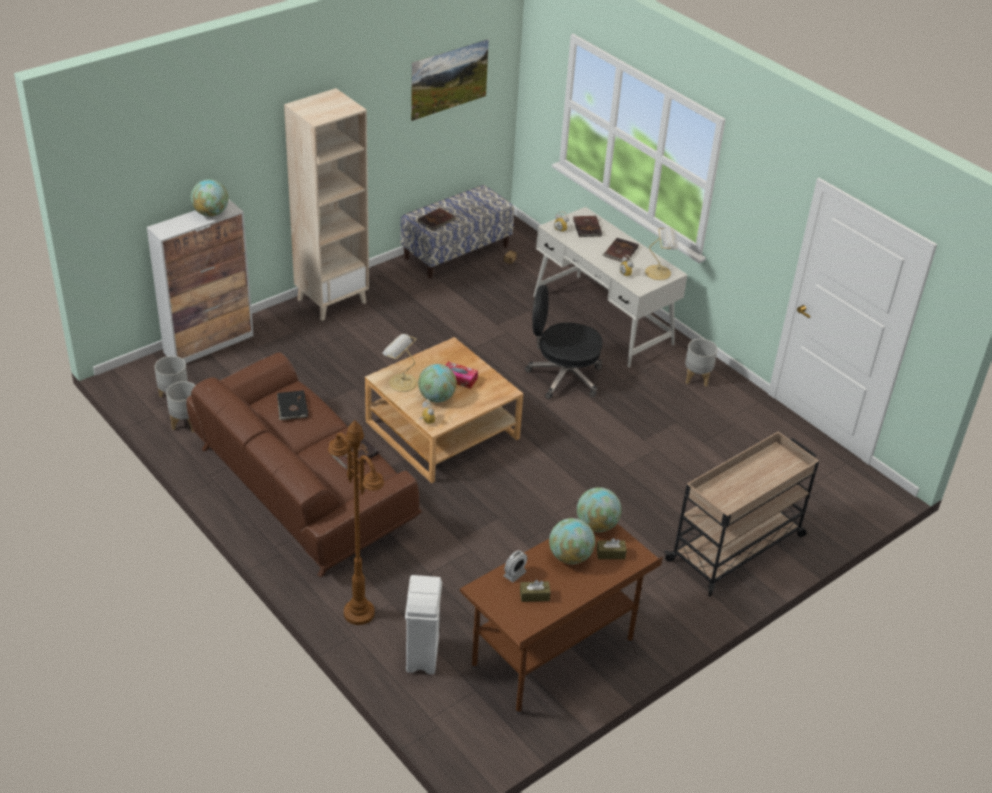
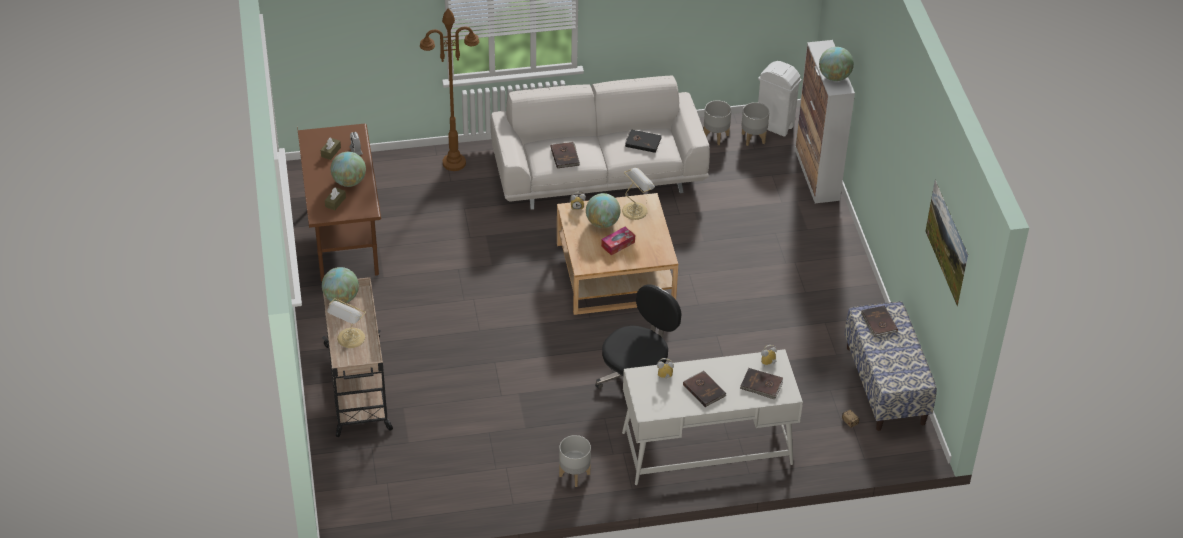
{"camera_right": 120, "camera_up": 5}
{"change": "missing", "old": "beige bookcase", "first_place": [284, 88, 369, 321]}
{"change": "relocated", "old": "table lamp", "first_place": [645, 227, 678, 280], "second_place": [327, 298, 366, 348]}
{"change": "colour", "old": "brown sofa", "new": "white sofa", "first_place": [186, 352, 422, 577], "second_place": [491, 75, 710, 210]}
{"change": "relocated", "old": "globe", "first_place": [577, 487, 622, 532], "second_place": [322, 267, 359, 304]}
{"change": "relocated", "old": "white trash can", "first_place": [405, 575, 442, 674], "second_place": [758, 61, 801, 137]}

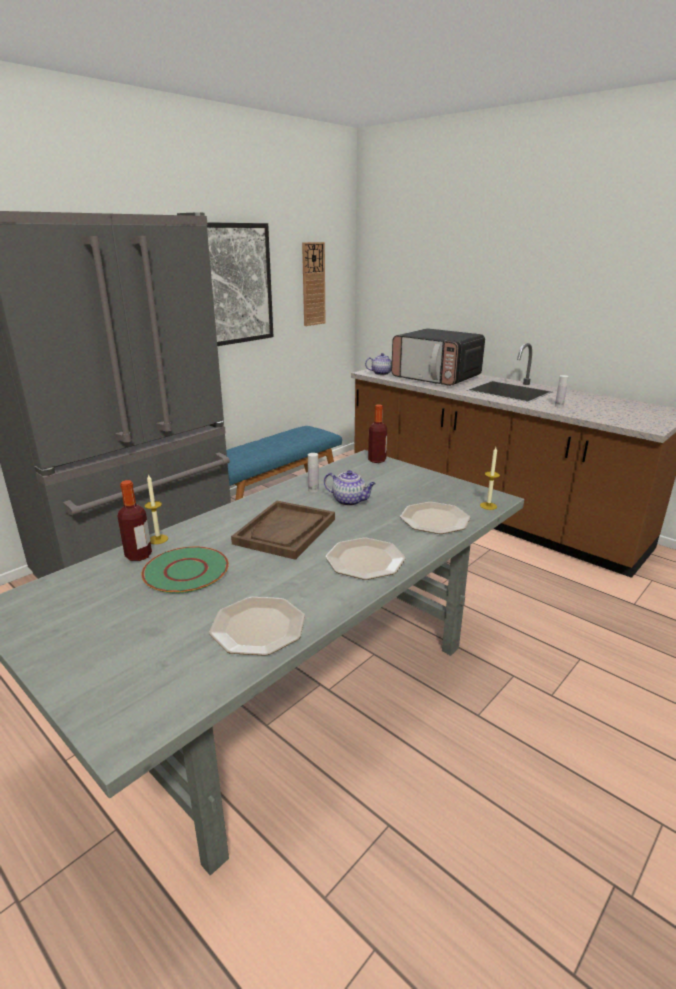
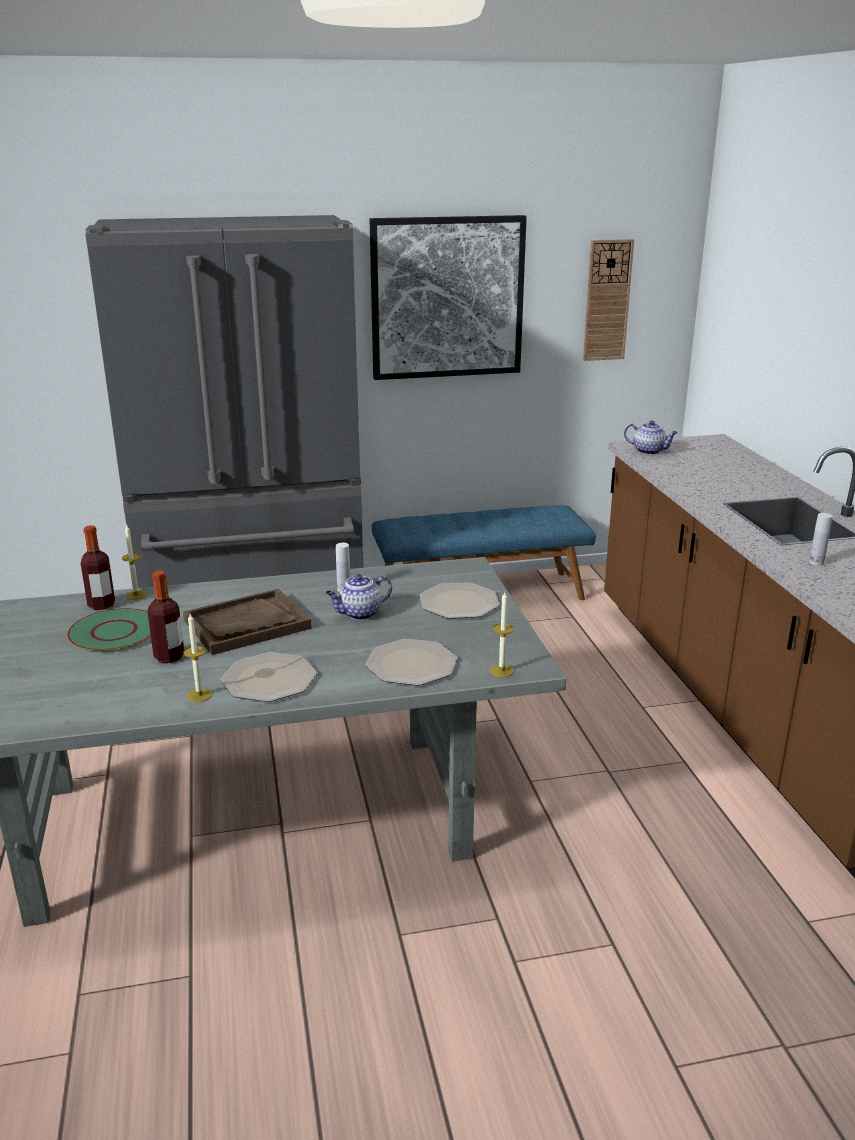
{"camera_right": 35, "camera_up": 0}
{"change": "missing", "old": "microwave", "first_place": [391, 328, 485, 386]}
{"change": "relocated", "old": "bottle", "first_place": [368, 404, 387, 463], "second_place": [147, 570, 184, 663]}
{"change": "spun", "old": "teapot", "first_place": [324, 470, 376, 506], "second_place": [326, 574, 392, 620], "degrees": 90}
{"change": "relocated", "old": "plate", "first_place": [209, 597, 305, 656], "second_place": [420, 582, 499, 619]}
{"change": "appeared", "new": "candle", "second_place": [184, 614, 212, 702]}

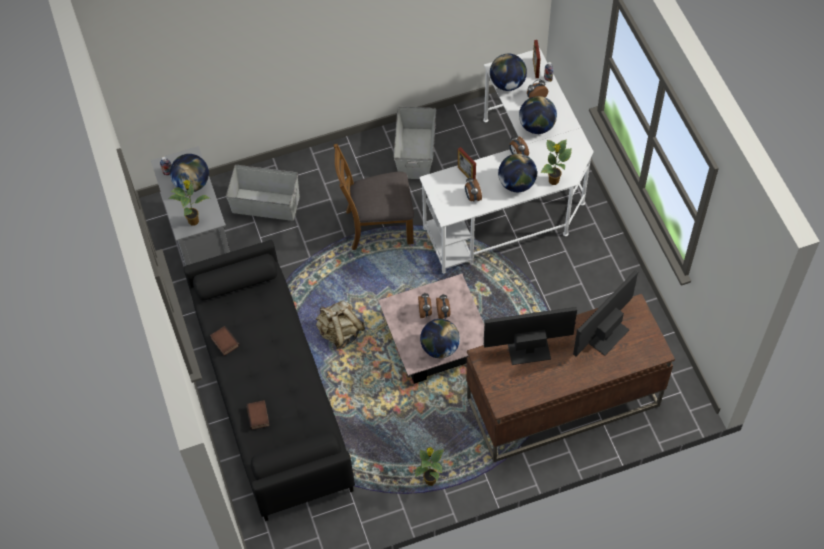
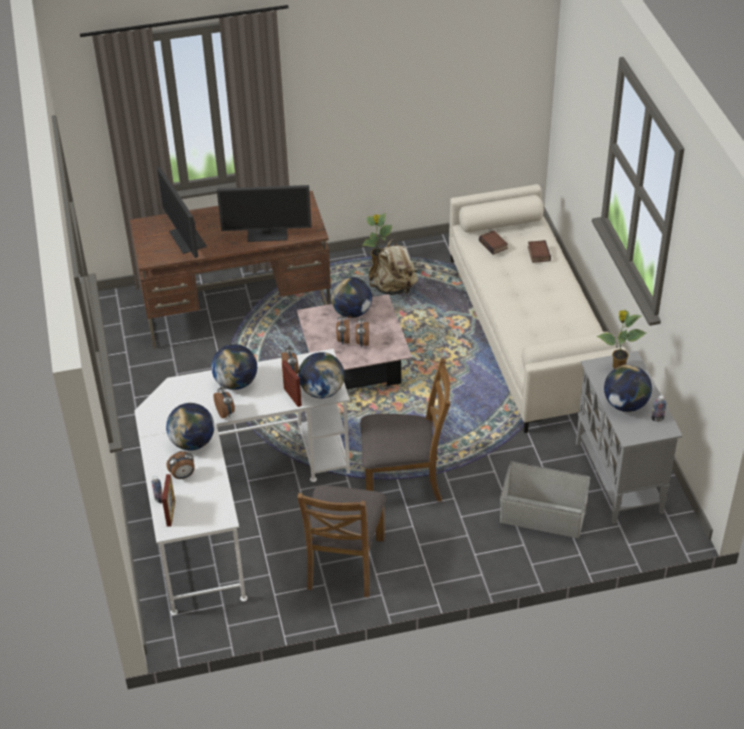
{"camera_right": -175, "camera_up": -15}
{"change": "relocated", "old": "globe", "first_place": [490, 54, 527, 91], "second_place": [298, 352, 345, 398]}
{"change": "exchanged", "old": "grey storage box", "new": "brown chair", "first_place": [393, 107, 436, 179], "second_place": [297, 485, 386, 597]}
{"change": "missing", "old": "potted plant", "first_place": [540, 139, 572, 185]}
{"change": "colour", "old": "black sofa", "new": "beige sofa", "first_place": [184, 240, 355, 521], "second_place": [449, 184, 628, 433]}
{"change": "spun", "old": "monitor", "first_place": [573, 270, 638, 356], "second_place": [157, 167, 207, 258], "degrees": 105}
{"change": "relocated", "old": "beige backpack", "first_place": [316, 301, 365, 349], "second_place": [369, 239, 418, 295]}
{"change": "relocated", "old": "book", "first_place": [210, 326, 240, 356], "second_place": [479, 231, 508, 255]}

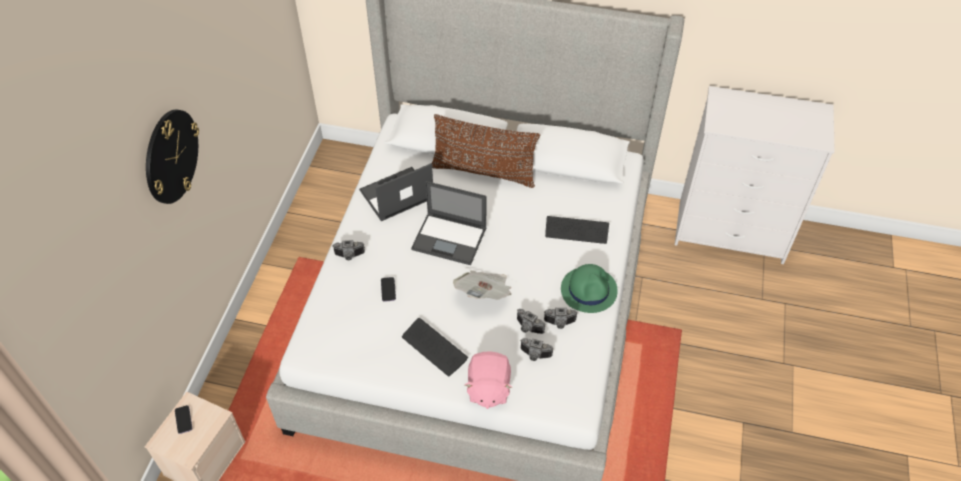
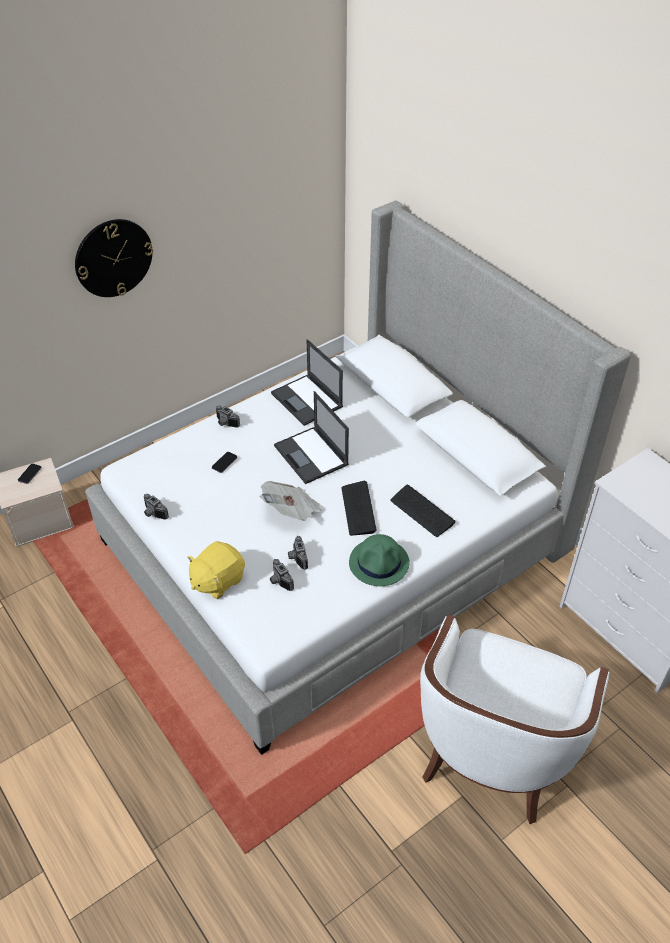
{"camera_right": 40, "camera_up": -5}
{"change": "missing", "old": "brown pillow", "first_place": [432, 114, 540, 188]}
{"change": "spun", "old": "laptop", "first_place": [359, 163, 433, 221], "second_place": [271, 339, 343, 426], "degrees": -135}
{"change": "relocated", "old": "photo camera", "first_place": [544, 308, 577, 329], "second_place": [144, 494, 169, 520]}
{"change": "relocated", "old": "keyboard", "first_place": [402, 318, 468, 376], "second_place": [342, 481, 377, 536]}
{"change": "colour", "old": "pink plush toy", "new": "yellow plush toy", "first_place": [465, 352, 512, 409], "second_place": [187, 541, 245, 599]}
{"change": "appeared", "new": "white armchair", "second_place": [420, 614, 609, 824]}

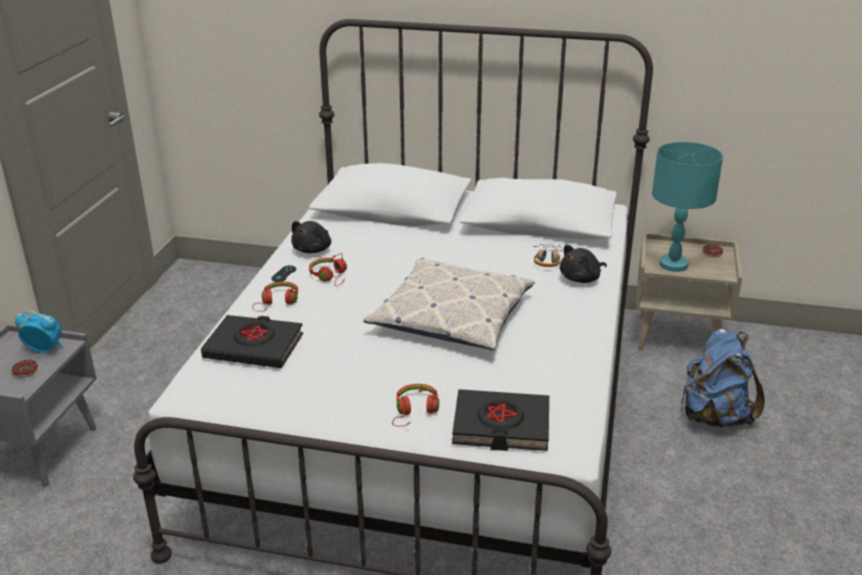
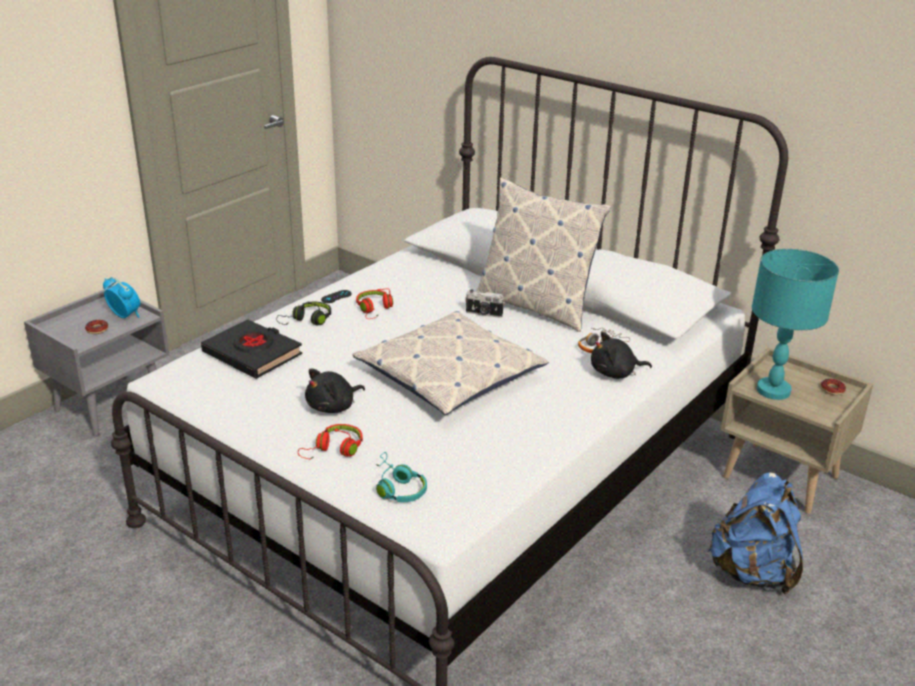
{"camera_right": 25, "camera_up": 0}
{"change": "relocated", "old": "black plush toy", "first_place": [291, 221, 331, 253], "second_place": [305, 368, 365, 413]}
{"change": "colour", "old": "red headphones", "new": "black headphones", "first_place": [252, 282, 298, 312], "second_place": [276, 301, 331, 326]}
{"change": "exchanged", "old": "black book", "new": "turquoise headphones", "first_place": [452, 389, 549, 451], "second_place": [376, 452, 427, 502]}
{"change": "appeared", "new": "pillow", "second_place": [476, 177, 611, 332]}
{"change": "appeared", "new": "photo camera", "second_place": [465, 290, 505, 318]}

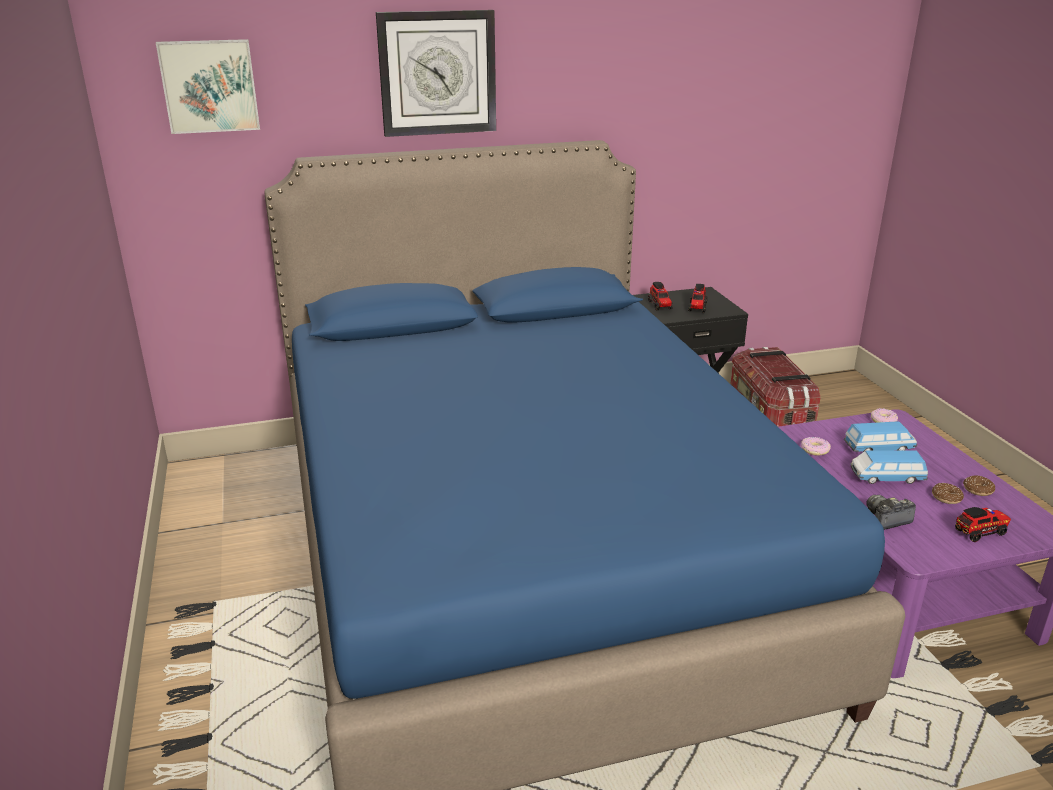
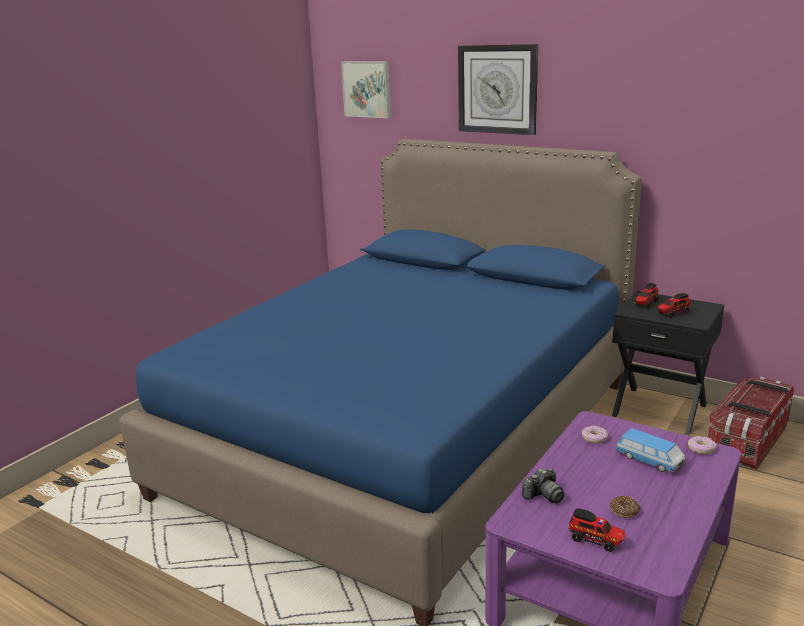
{"camera_right": 50, "camera_up": -5}
{"change": "missing", "old": "toy car", "first_place": [850, 450, 928, 484]}
{"change": "missing", "old": "donut", "first_place": [963, 475, 995, 496]}
{"change": "spun", "old": "photo camera", "first_place": [866, 495, 916, 530], "second_place": [522, 468, 565, 503], "degrees": 120}

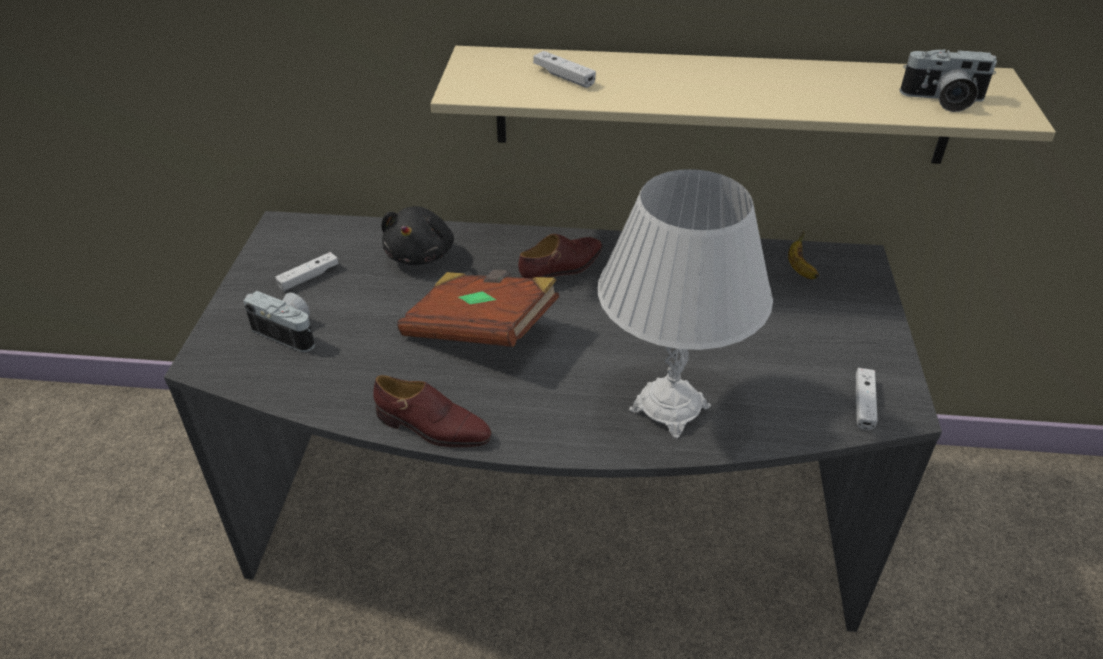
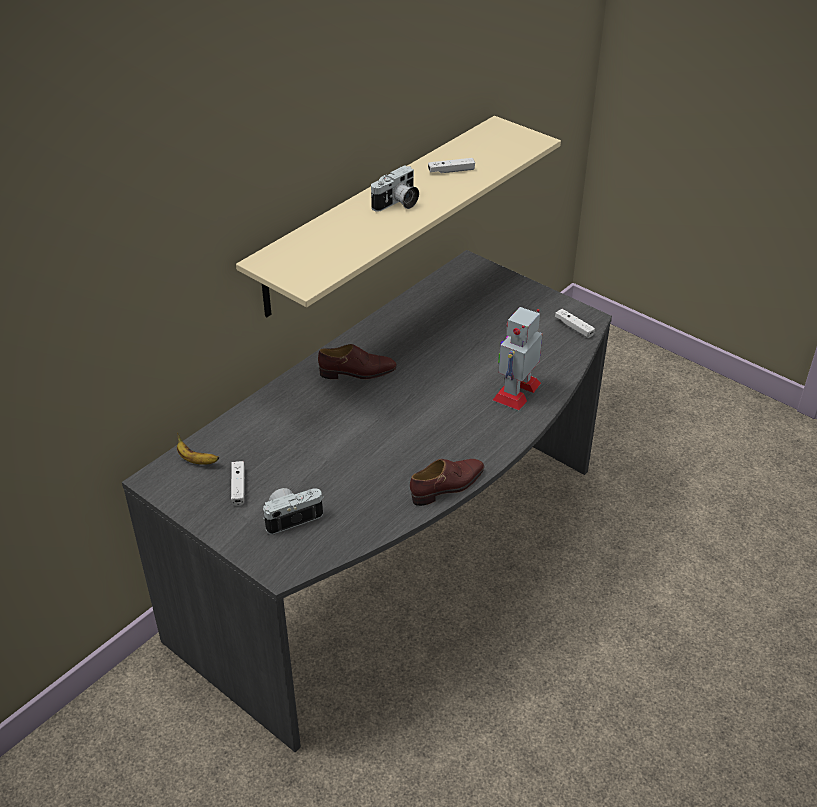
{"camera_right": -55, "camera_up": 0}
{"change": "relocated", "old": "photo camera", "first_place": [900, 49, 997, 112], "second_place": [371, 165, 419, 212]}
{"change": "relocated", "old": "white game controller", "first_place": [533, 51, 596, 88], "second_place": [428, 158, 475, 173]}
{"change": "exchanged", "old": "white table lamp", "new": "toy robot", "first_place": [598, 169, 773, 438], "second_place": [493, 307, 542, 410]}
{"change": "missing", "old": "black plush toy", "first_place": [381, 206, 454, 265]}
{"change": "relocated", "old": "banana", "first_place": [788, 231, 819, 279], "second_place": [177, 433, 219, 465]}
{"change": "spun", "old": "brown shoe", "first_place": [518, 234, 602, 278], "second_place": [318, 344, 397, 379], "degrees": 90}
{"change": "missing", "old": "brown book", "first_place": [397, 270, 560, 347]}

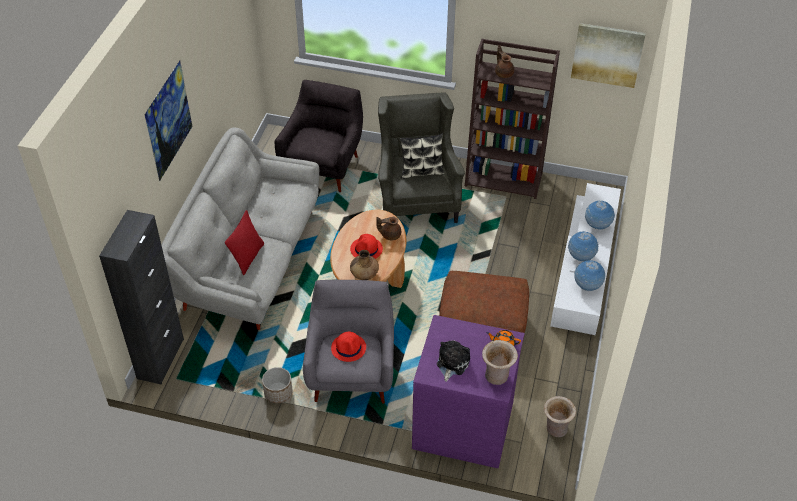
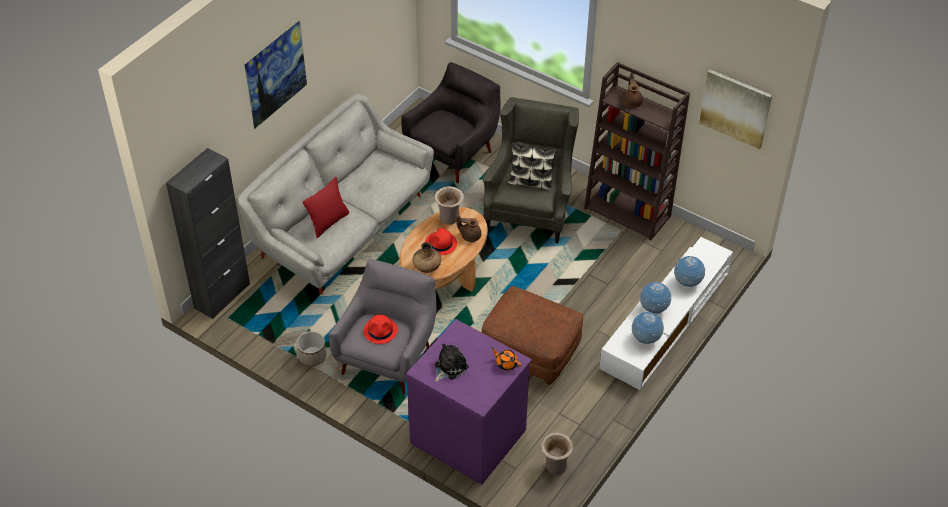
{"camera_right": 20, "camera_up": 0}
{"change": "relocated", "old": "beige vase", "first_place": [482, 340, 518, 385], "second_place": [434, 186, 464, 225]}

